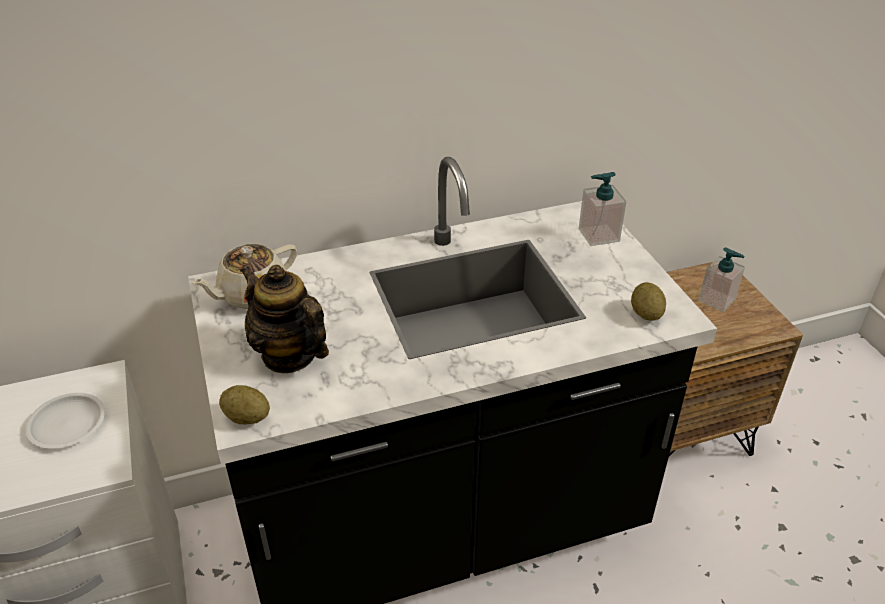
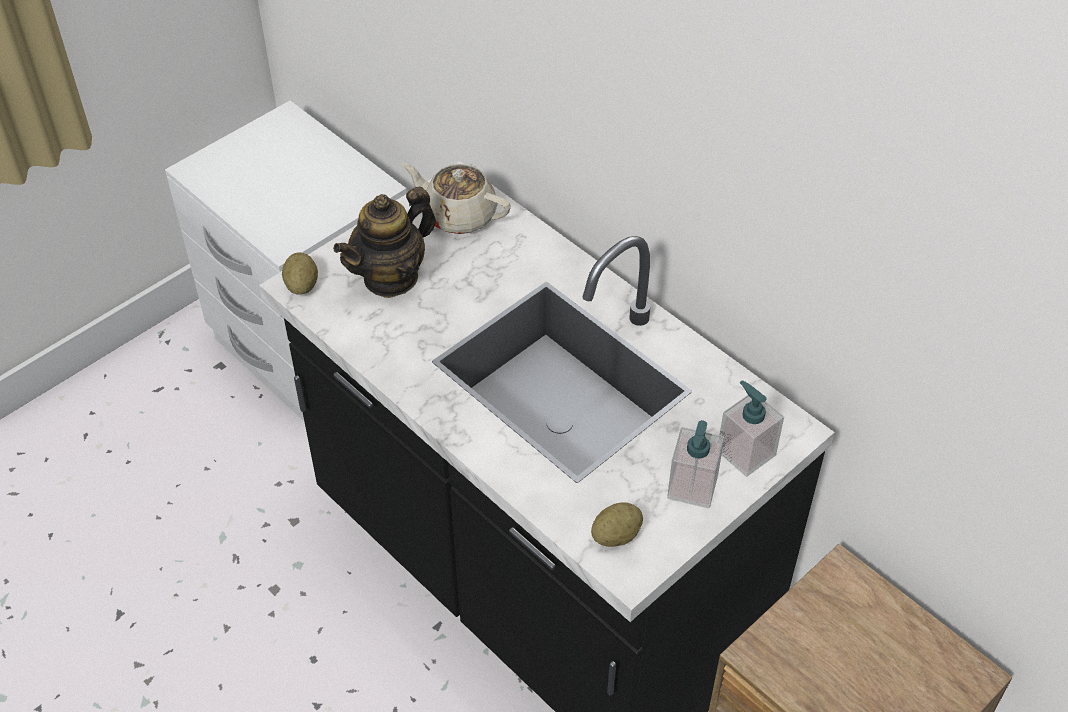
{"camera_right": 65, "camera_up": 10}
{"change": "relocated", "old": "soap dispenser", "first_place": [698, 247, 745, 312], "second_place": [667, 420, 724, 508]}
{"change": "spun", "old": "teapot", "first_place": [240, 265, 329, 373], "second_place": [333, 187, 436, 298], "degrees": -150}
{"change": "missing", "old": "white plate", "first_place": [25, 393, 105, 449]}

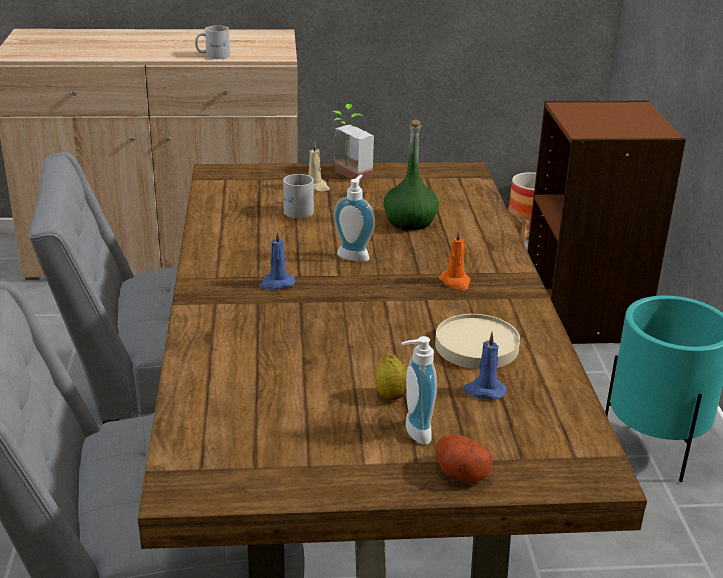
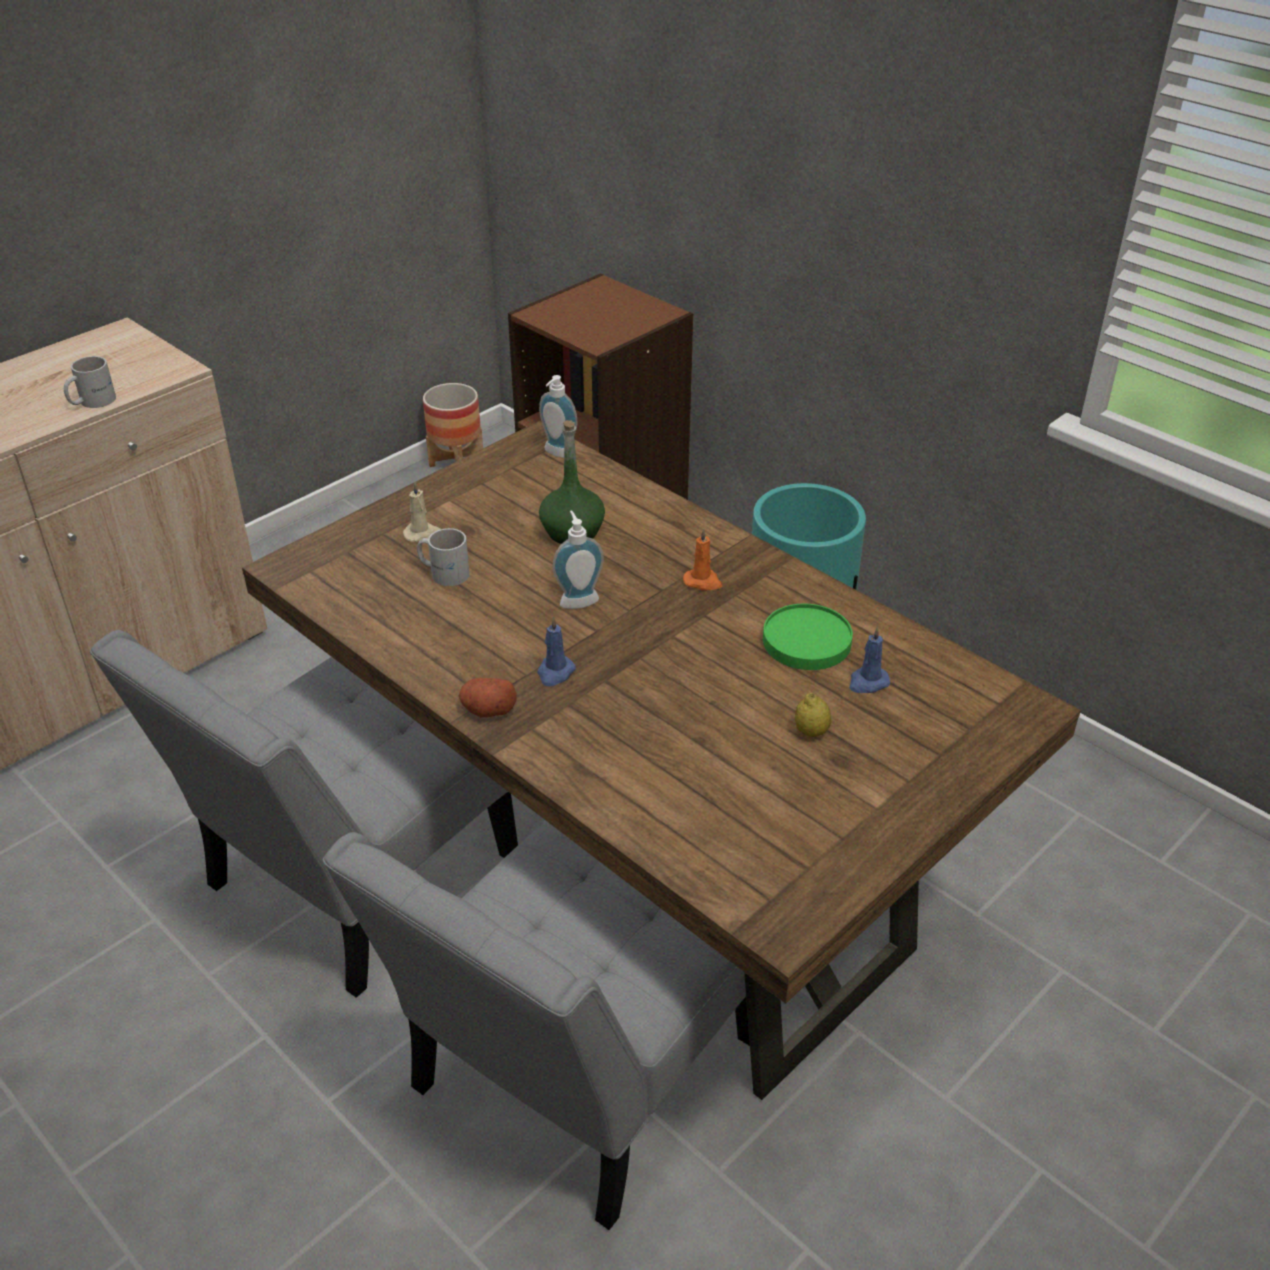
{"camera_right": -40, "camera_up": 10}
{"change": "missing", "old": "potted plant", "first_place": [332, 104, 374, 182]}
{"change": "colour", "old": "beige plate", "new": "green plate", "first_place": [435, 314, 520, 369], "second_place": [763, 604, 853, 670]}
{"change": "relocated", "old": "soap dispenser", "first_place": [401, 336, 437, 445], "second_place": [539, 375, 577, 458]}
{"change": "relocated", "old": "potato", "first_place": [435, 434, 493, 483], "second_place": [459, 678, 517, 718]}

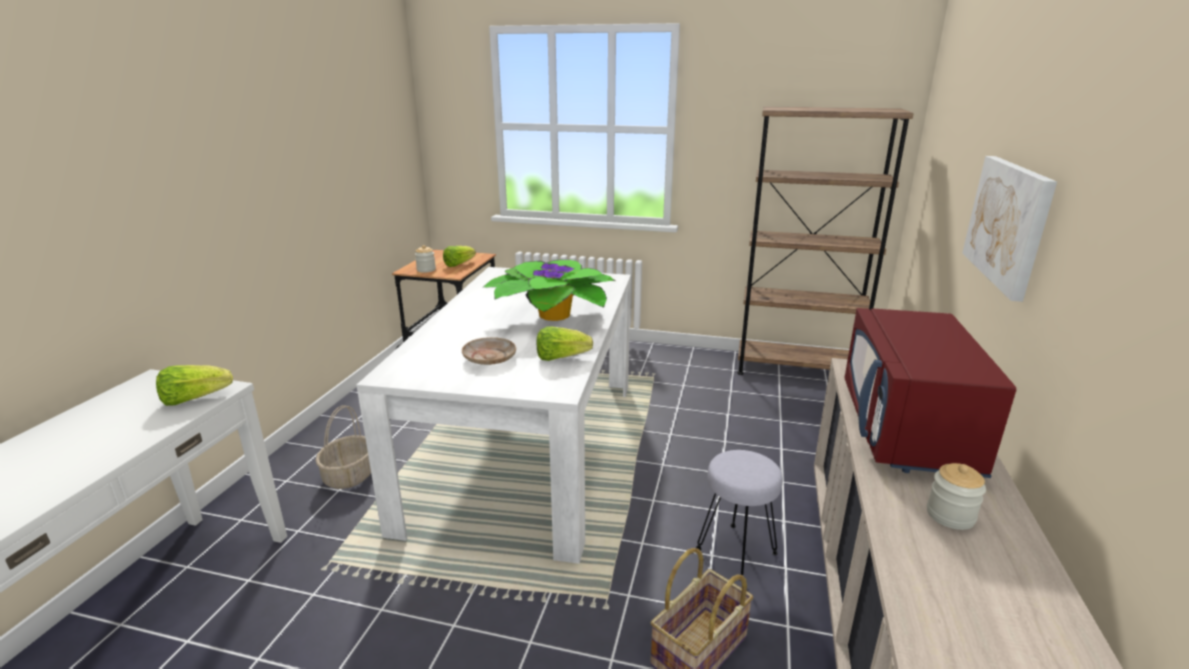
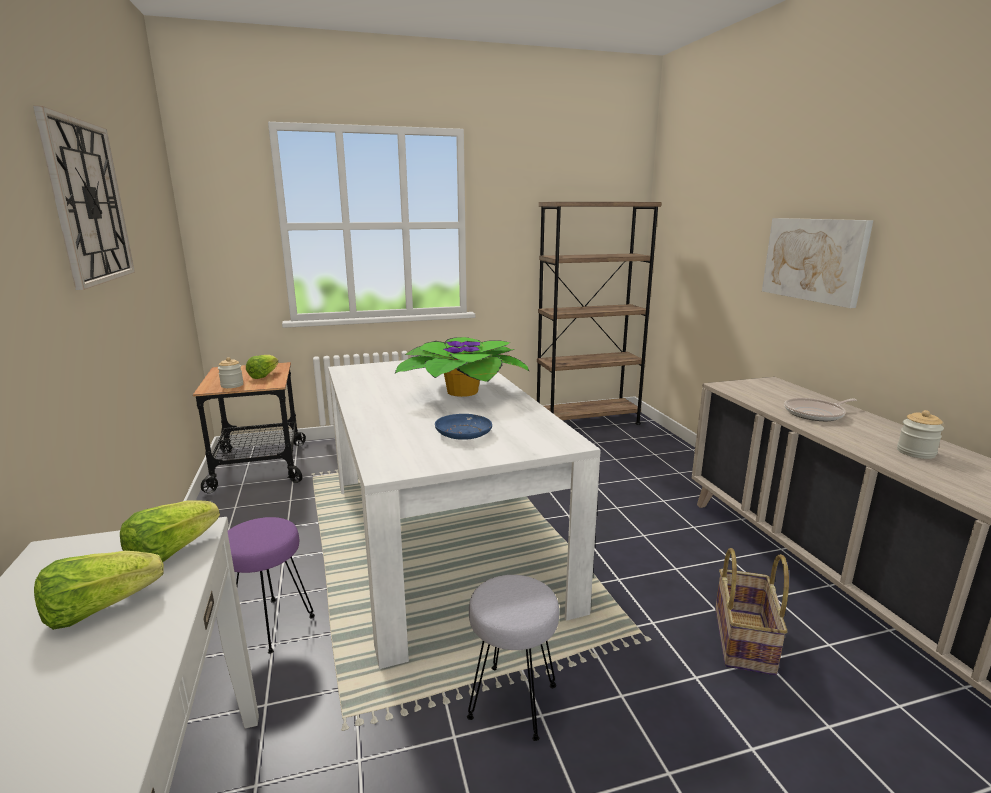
{"camera_right": -30, "camera_up": -5}
{"change": "exchanged", "old": "red microwave", "new": "frying pan", "first_place": [844, 308, 1016, 478], "second_place": [784, 398, 857, 421]}
{"change": "relocated", "old": "lettuce", "first_place": [536, 326, 593, 361], "second_place": [34, 551, 164, 630]}
{"change": "colour", "old": "beige plate", "new": "blue plate", "first_place": [462, 337, 516, 365], "second_place": [435, 414, 492, 440]}
{"change": "exchanged", "old": "basket", "new": "purple stool", "first_place": [315, 405, 371, 489], "second_place": [228, 517, 315, 654]}
{"change": "relocated", "old": "grey stool", "first_place": [696, 450, 783, 581], "second_place": [467, 575, 559, 741]}
{"change": "appeared", "new": "wall clock", "second_place": [33, 106, 135, 290]}

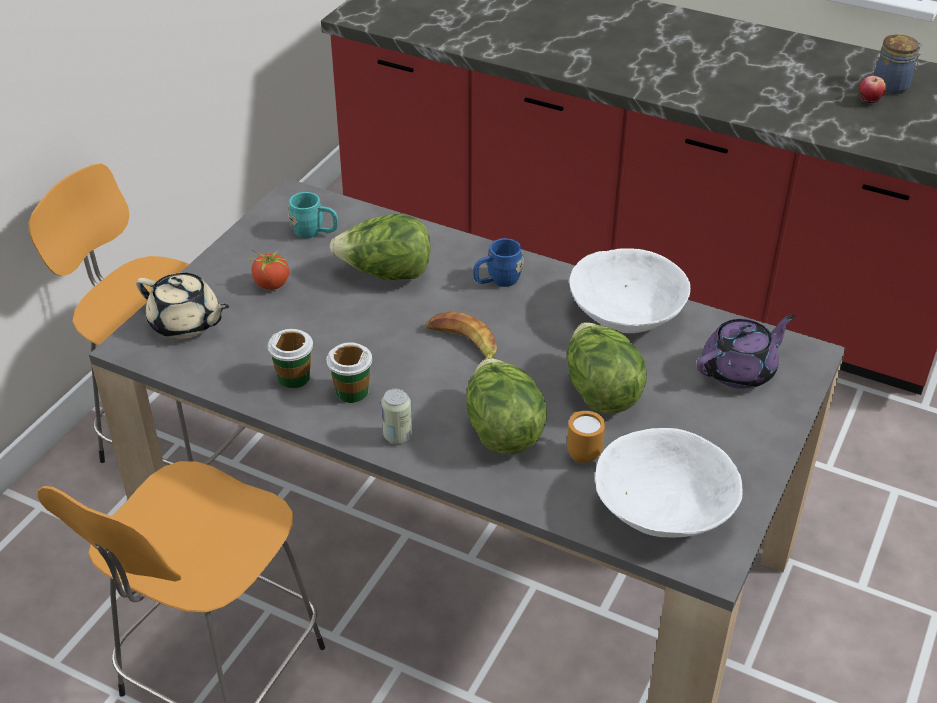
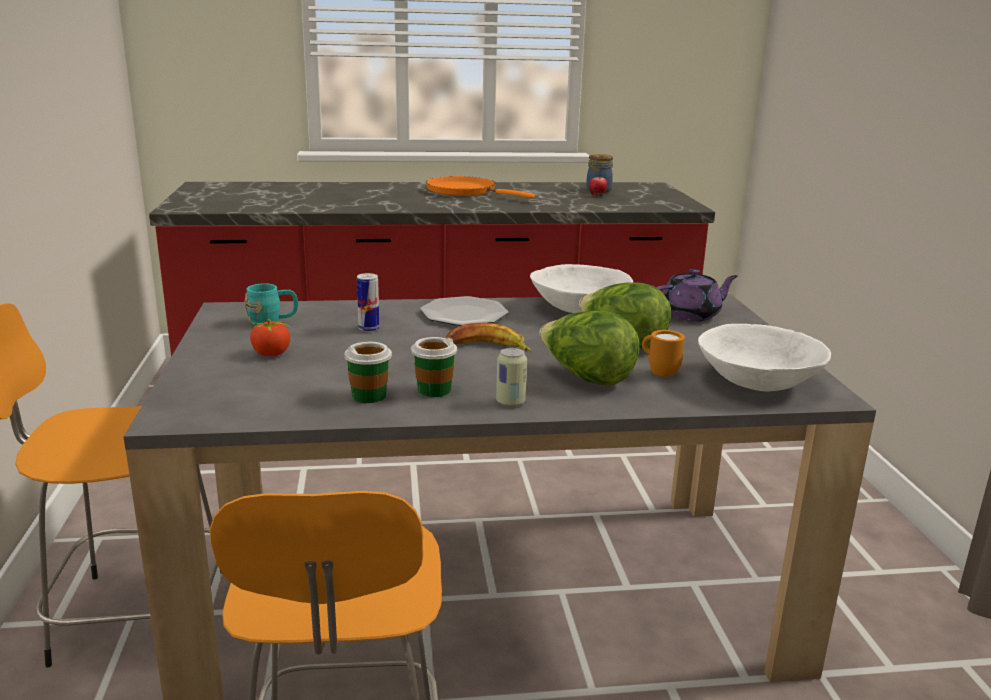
{"camera_right": -35, "camera_up": -20}
{"change": "exchanged", "old": "lettuce", "new": "can", "first_place": [330, 214, 431, 280], "second_place": [357, 273, 379, 332]}
{"change": "exchanged", "old": "blue mug", "new": "plate", "first_place": [473, 238, 524, 287], "second_place": [420, 296, 509, 326]}
{"change": "missing", "old": "beige teapot", "first_place": [136, 272, 229, 339]}
{"change": "spun", "old": "purple teapot", "first_place": [697, 315, 795, 389], "second_place": [656, 269, 738, 322], "degrees": 45}
{"change": "appeared", "new": "orange frying pan", "second_place": [426, 176, 535, 198]}

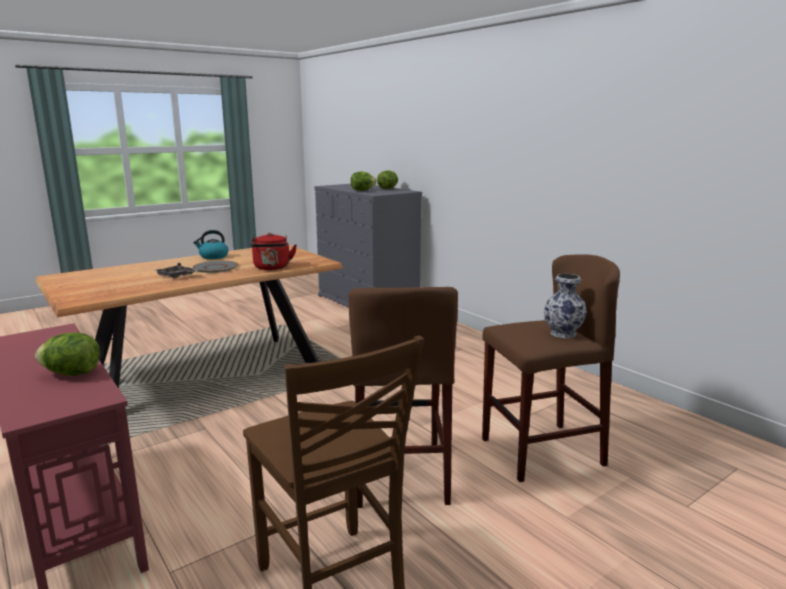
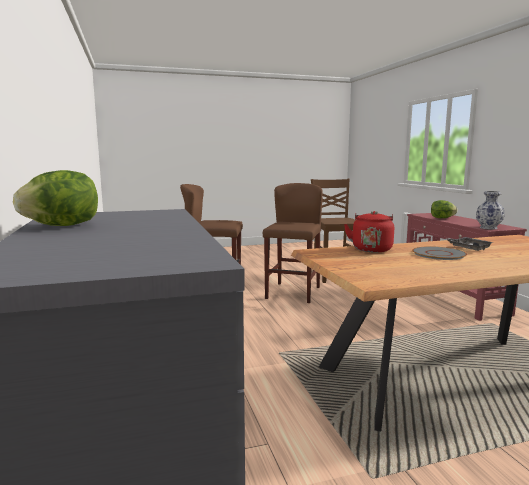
{"camera_right": -160, "camera_up": -5}
{"change": "missing", "old": "lettuce", "first_place": [351, 172, 376, 191]}
{"change": "missing", "old": "kettle", "first_place": [193, 230, 228, 259]}
{"change": "relocated", "old": "vase", "first_place": [544, 274, 587, 338], "second_place": [476, 191, 505, 229]}

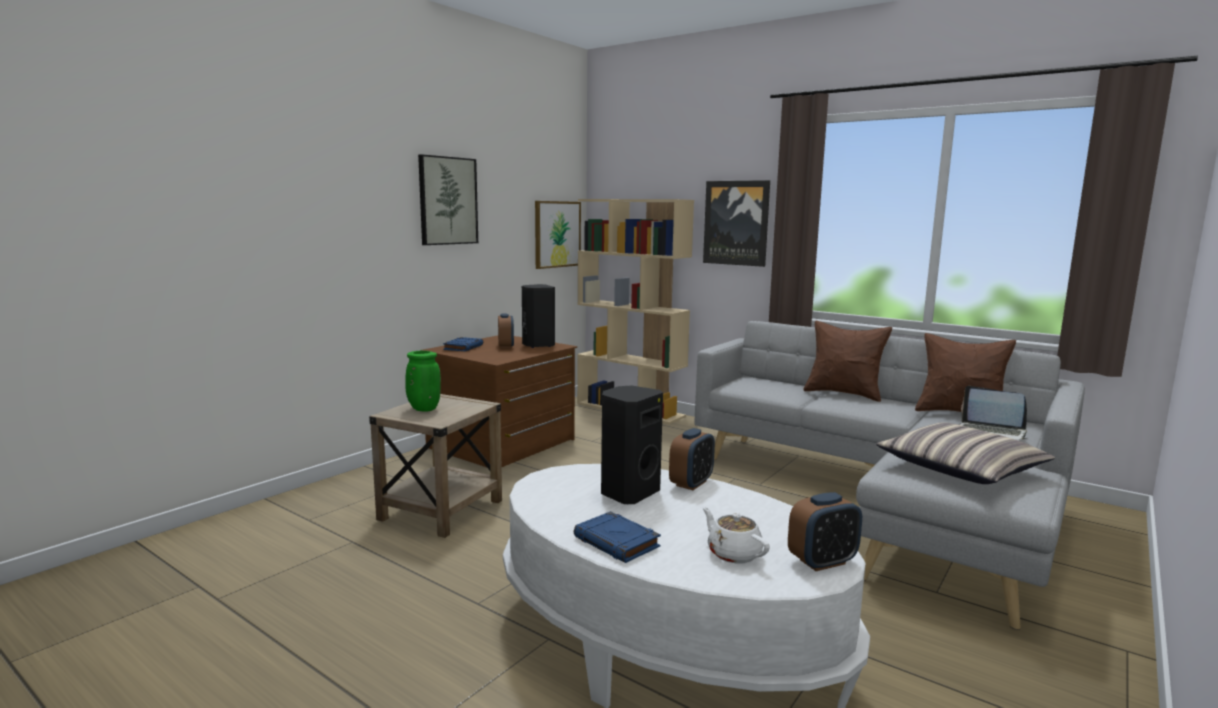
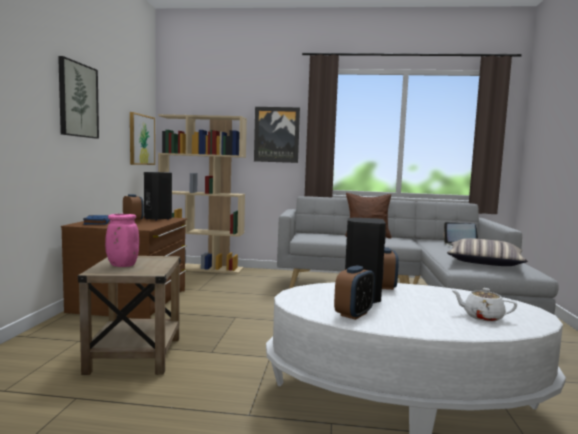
{"camera_right": -30, "camera_up": -5}
{"change": "missing", "old": "brown pillow", "first_place": [915, 333, 1016, 412]}
{"change": "colour", "old": "green vase", "new": "pink vase", "first_place": [405, 351, 441, 412], "second_place": [105, 214, 139, 267]}
{"change": "relocated", "old": "alarm clock", "first_place": [788, 492, 862, 571], "second_place": [334, 265, 375, 320]}
{"change": "missing", "old": "blue book", "first_place": [574, 511, 661, 563]}

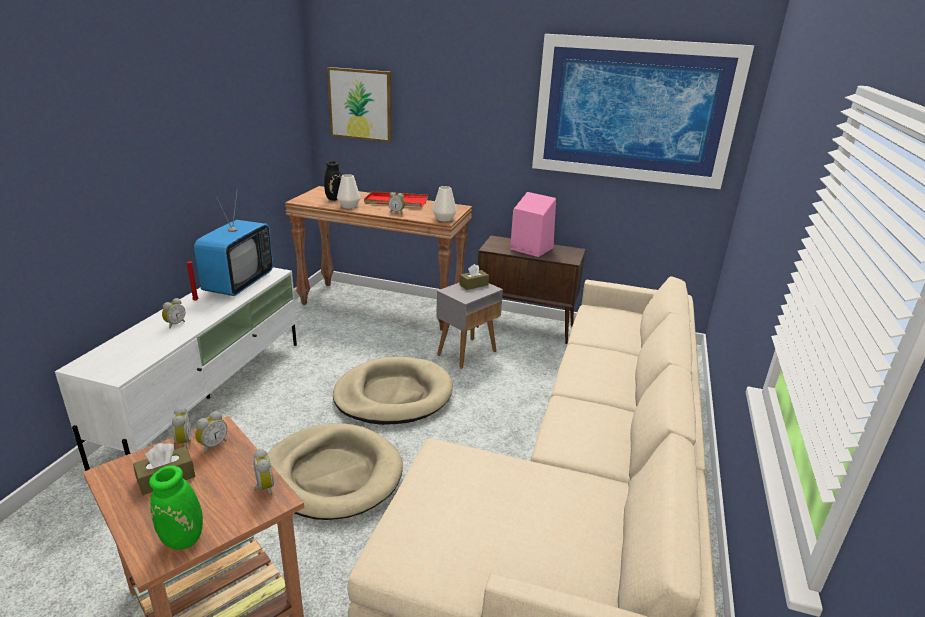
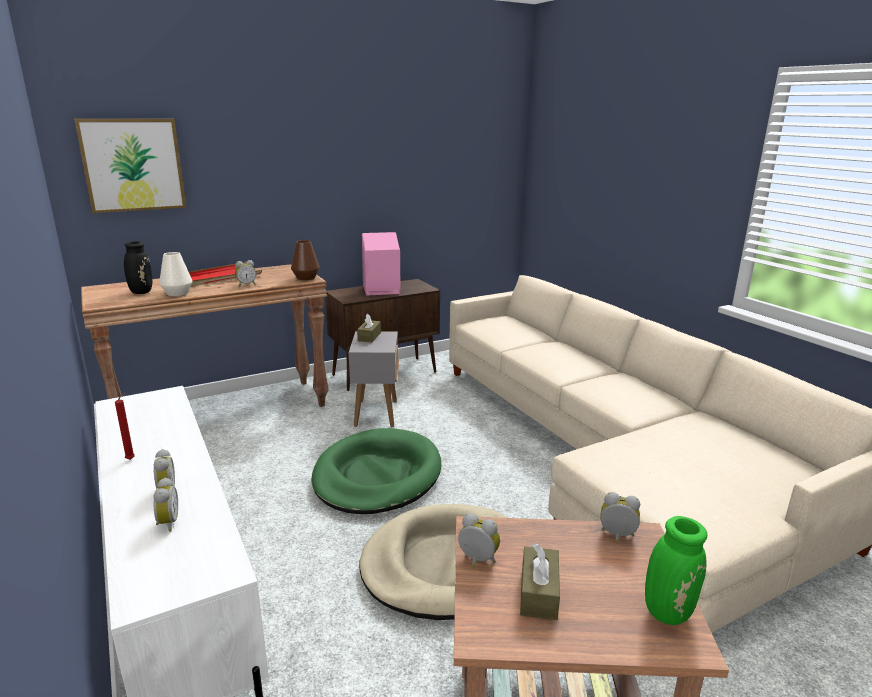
{"camera_right": -45, "camera_up": -5}
{"change": "missing", "old": "picture", "first_place": [532, 34, 754, 189]}
{"change": "colour", "old": "white vase", "new": "brown vase", "first_place": [432, 186, 457, 222], "second_place": [291, 240, 320, 280]}
{"change": "missing", "old": "television", "first_place": [194, 192, 274, 296]}
{"change": "colour", "old": "beige dog bed", "new": "green dog bed", "first_place": [333, 357, 453, 425], "second_place": [311, 428, 441, 514]}
{"change": "relocated", "old": "alarm clock", "first_place": [195, 411, 227, 454], "second_place": [154, 477, 178, 532]}

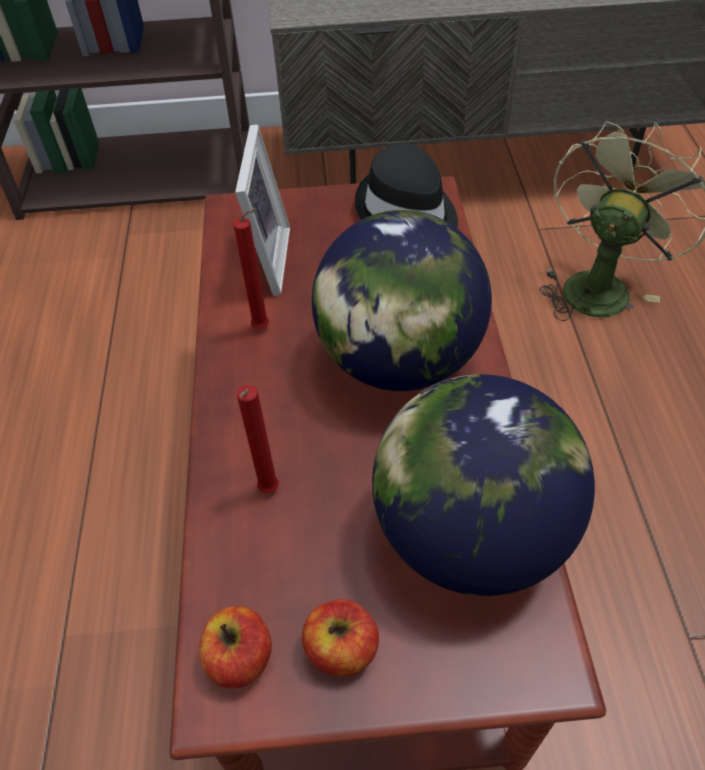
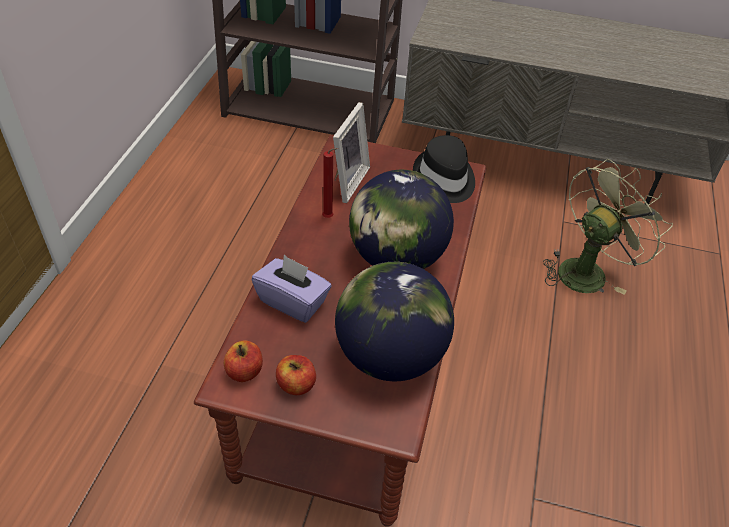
{"camera_right": 15, "camera_up": -5}
{"change": "exchanged", "old": "red candle", "new": "purple tissue box", "first_place": [237, 385, 279, 494], "second_place": [252, 255, 331, 323]}

